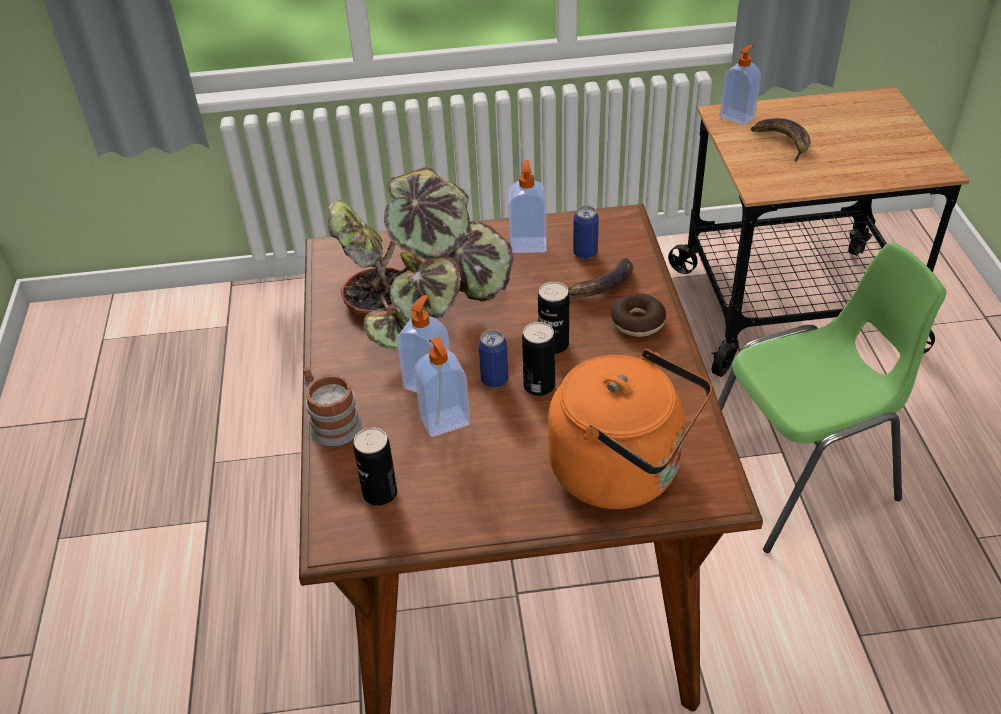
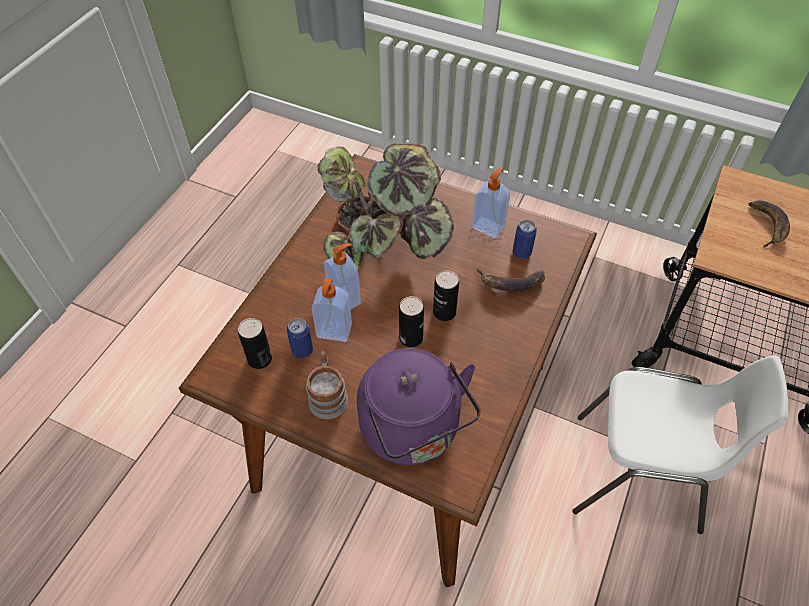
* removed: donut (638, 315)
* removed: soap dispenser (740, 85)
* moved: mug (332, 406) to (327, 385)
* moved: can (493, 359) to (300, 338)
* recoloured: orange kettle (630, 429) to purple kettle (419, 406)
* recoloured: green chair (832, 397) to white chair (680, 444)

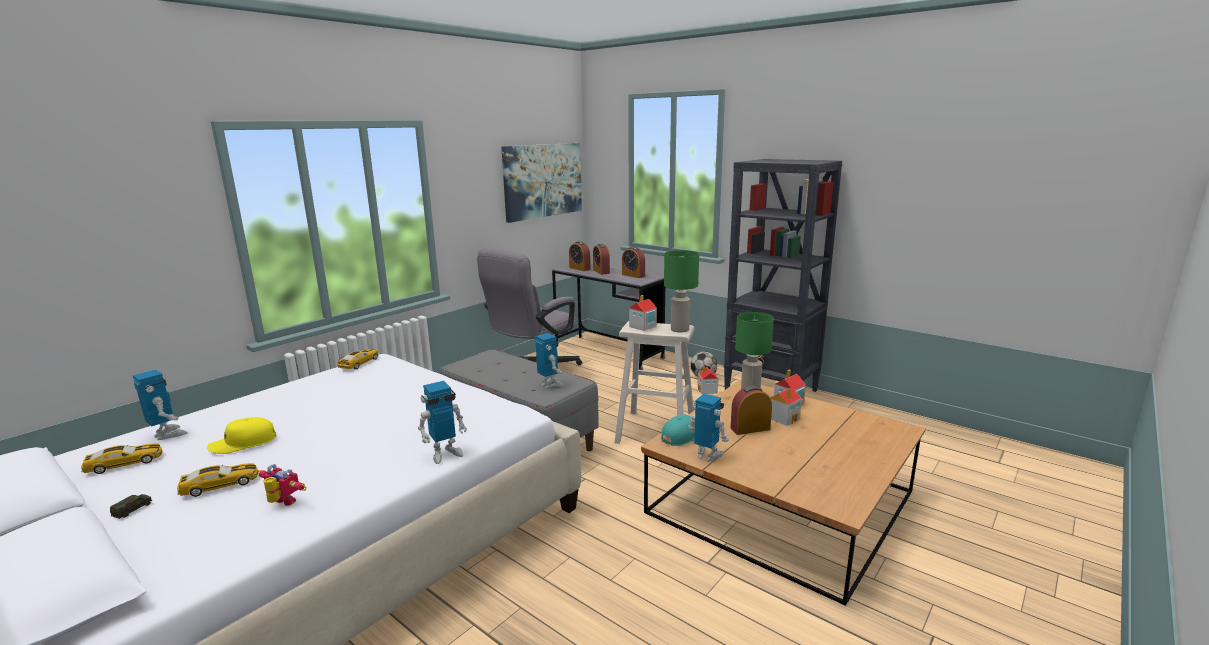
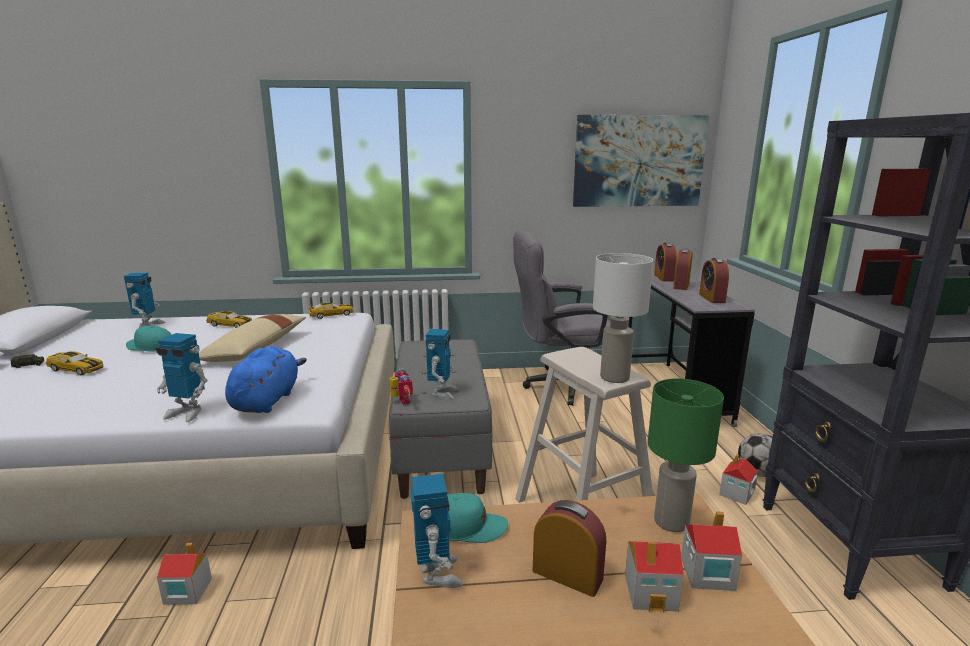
* added: beige pillow (252, 338)
* added: blue plush toy (266, 379)
* moved: toy car (122, 458) to (229, 319)
* moved: toy robot (281, 485) to (401, 386)
* moved: toy house (643, 313) to (184, 574)
* recoloured: yellow cap (241, 435) to turquoise cap (149, 339)
* recoloured: green table lamp (681, 291) to white table lamp (623, 318)

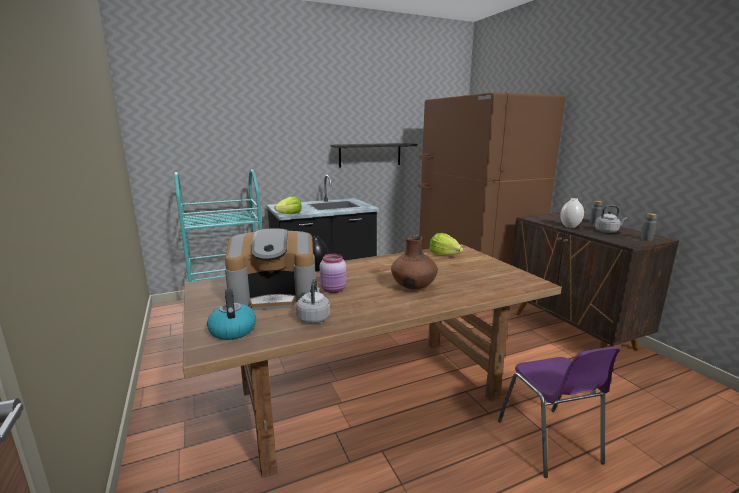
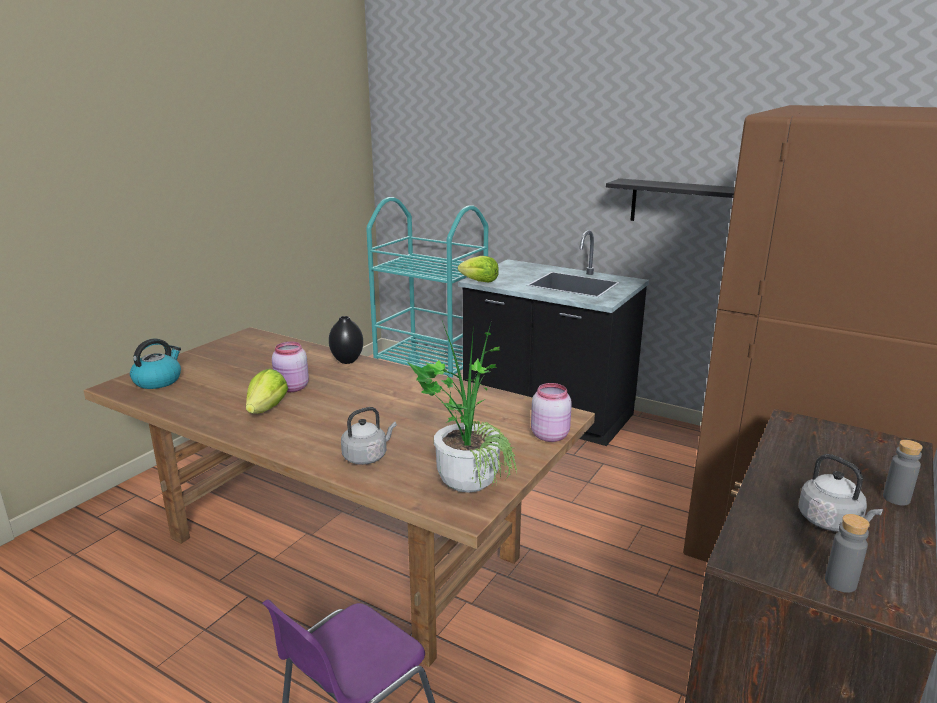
* removed: coffee machine (270, 269)
* removed: brown vase (414, 262)
* removed: white vase (572, 213)
* added: potted plant (462, 407)
* added: pink jar (551, 412)
* moved: grey kettle (313, 300) to (369, 436)
* moved: lettuce (446, 244) to (267, 391)

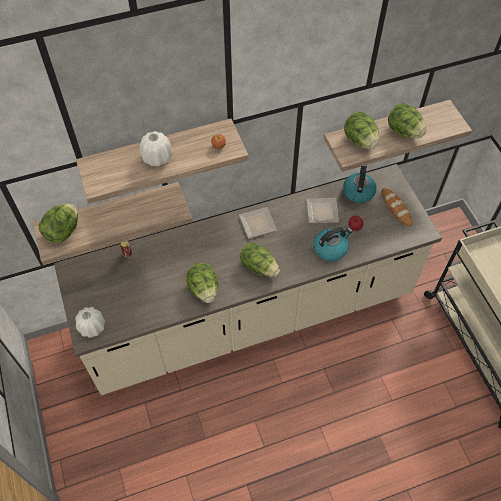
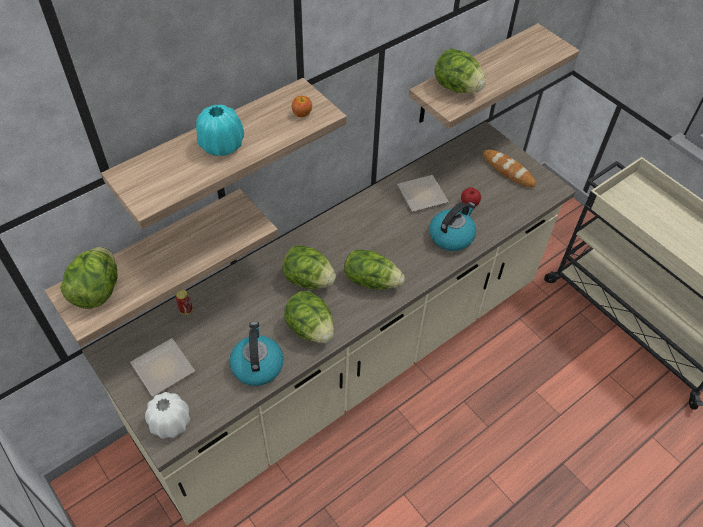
* moved: plate (258, 222) to (162, 367)
* moved: kettle (360, 184) to (256, 353)
* moved: lettuce (407, 120) to (309, 267)
* recoloured: white vase (155, 148) to turquoise vase (220, 130)

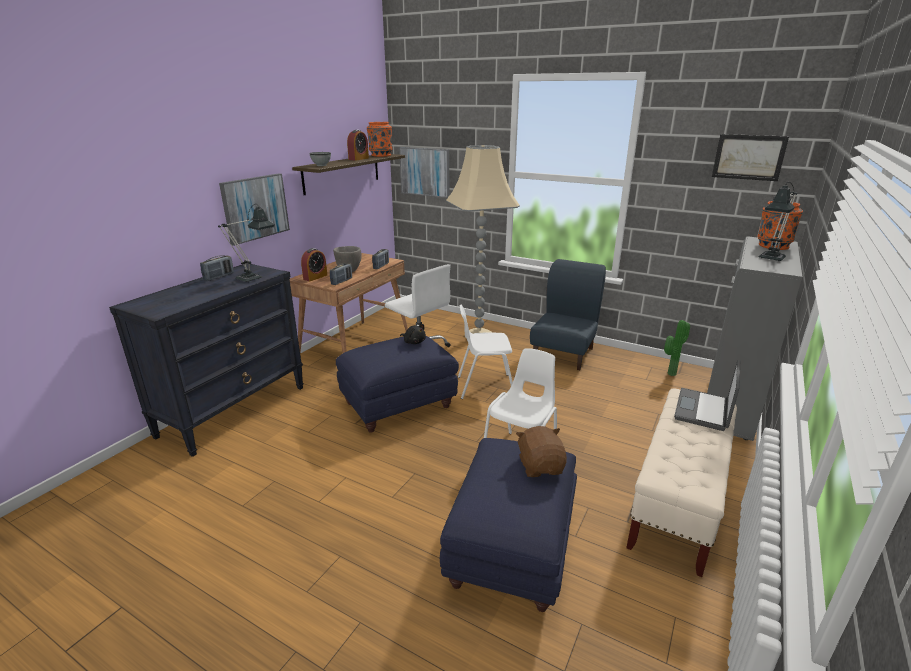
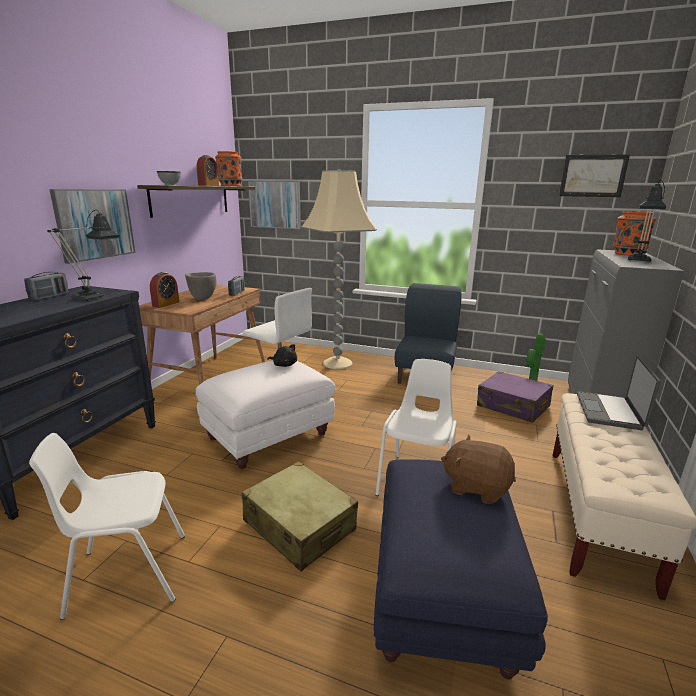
* removed: radio (341, 274)
* added: beige suitcase (300, 516)
* added: purple suitcase (515, 397)
* moved: white chair (485, 352) to (107, 526)
* recoloured: blue ottoman (397, 384) to white ottoman (265, 414)
* turned: brown plush toy (541, 451) = (478, 469) 45 degrees counterclockwise

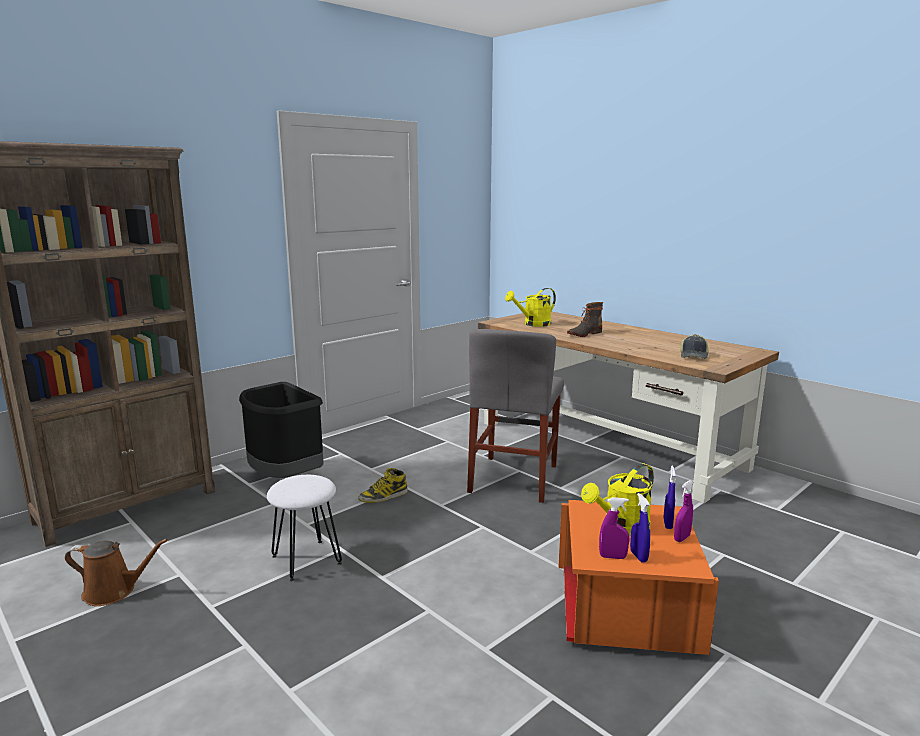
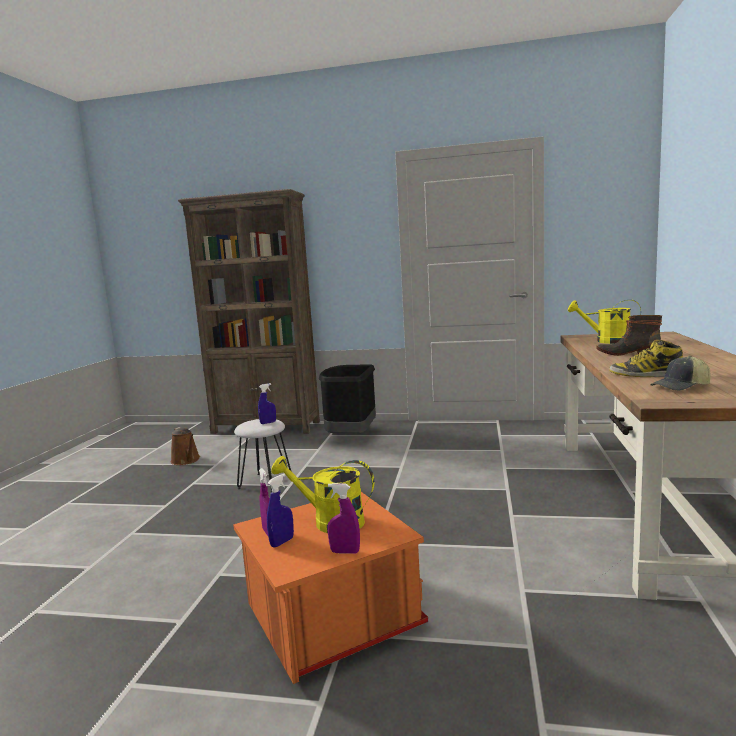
* removed: grey chair (515, 416)
* moved: boot (383, 485) to (646, 358)
* moved: blue spray bottle (669, 497) to (267, 403)

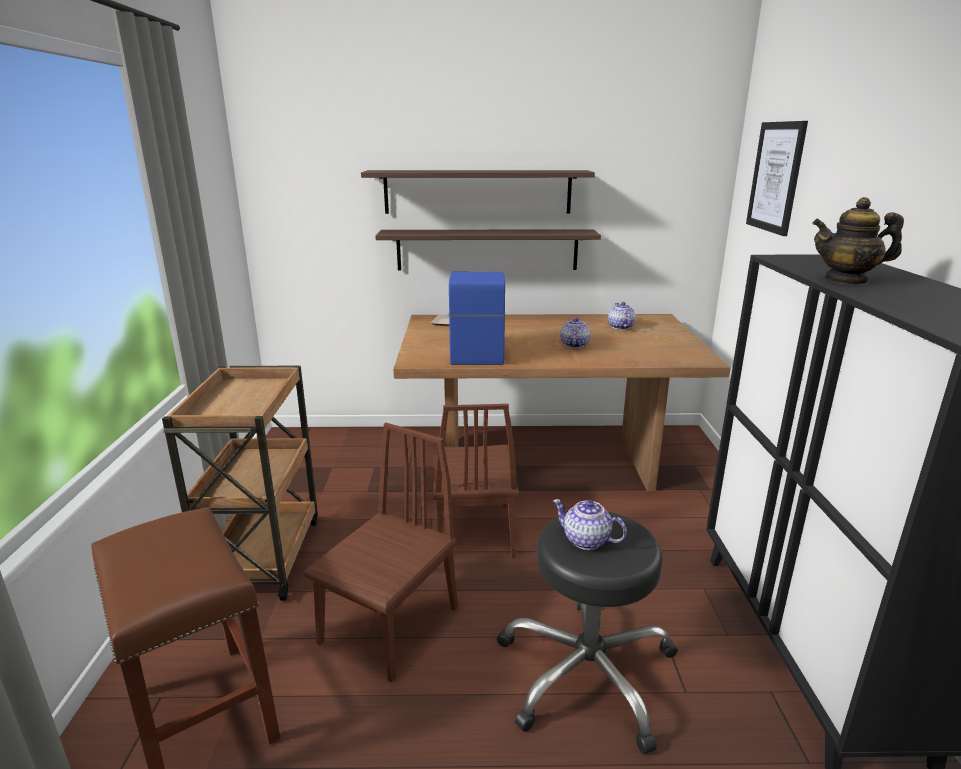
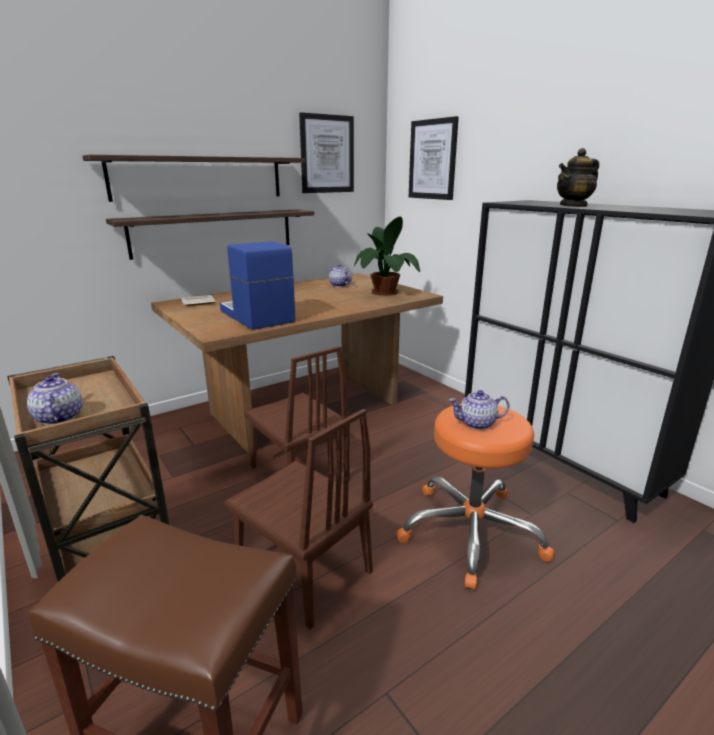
* added: picture (326, 152)
* added: potted plant (387, 256)
* moved: teapot (575, 332) to (54, 399)
* recoloured: black stool (587, 633) to orange stool (475, 497)
* turned: brown chair (381, 552) = (299, 519) 135 degrees clockwise

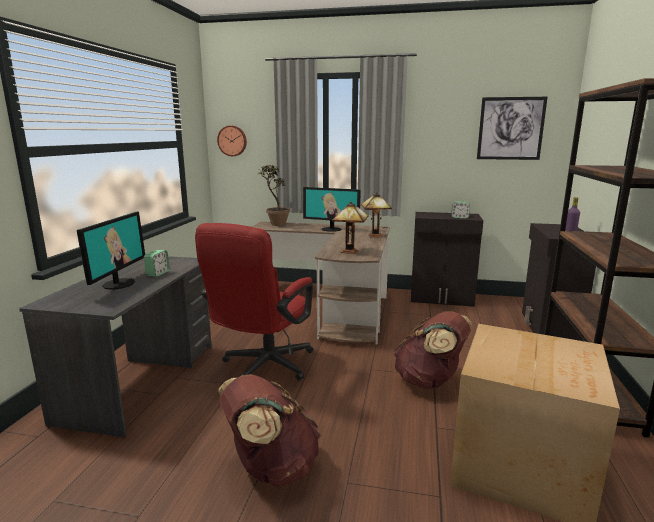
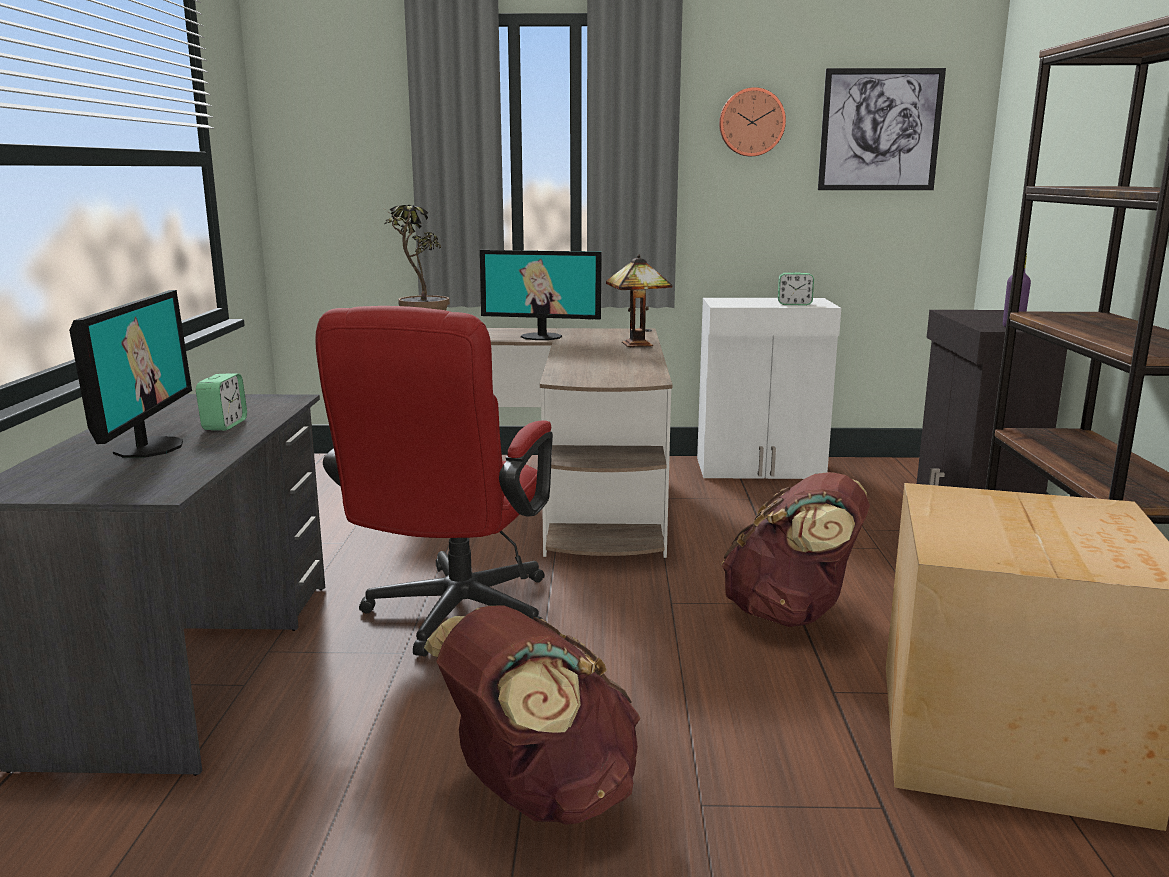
* removed: table lamp (350, 228)
* moved: wall clock (232, 141) to (752, 121)
* recoloured: black cabinet (447, 259) to white cabinet (769, 388)

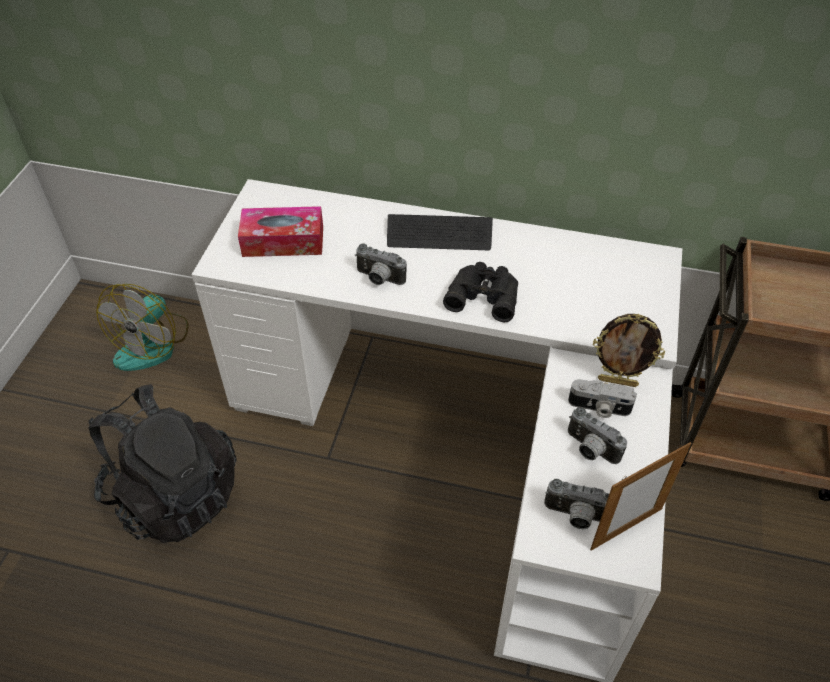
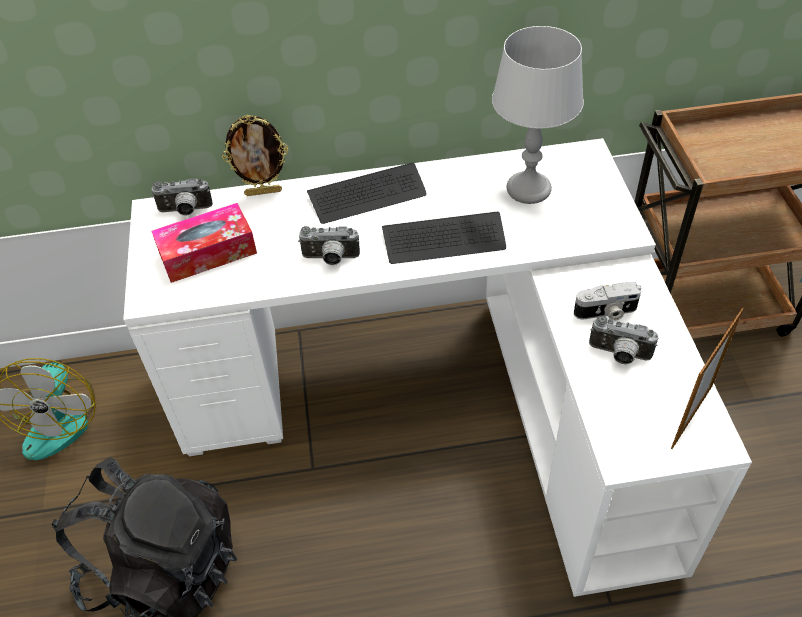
* added: grey table lamp (538, 115)
* moved: photo camera (576, 504) to (182, 197)
* moved: picture frame (629, 350) to (255, 155)
* replaced: black binoculars (480, 292) to keyboard (444, 238)

